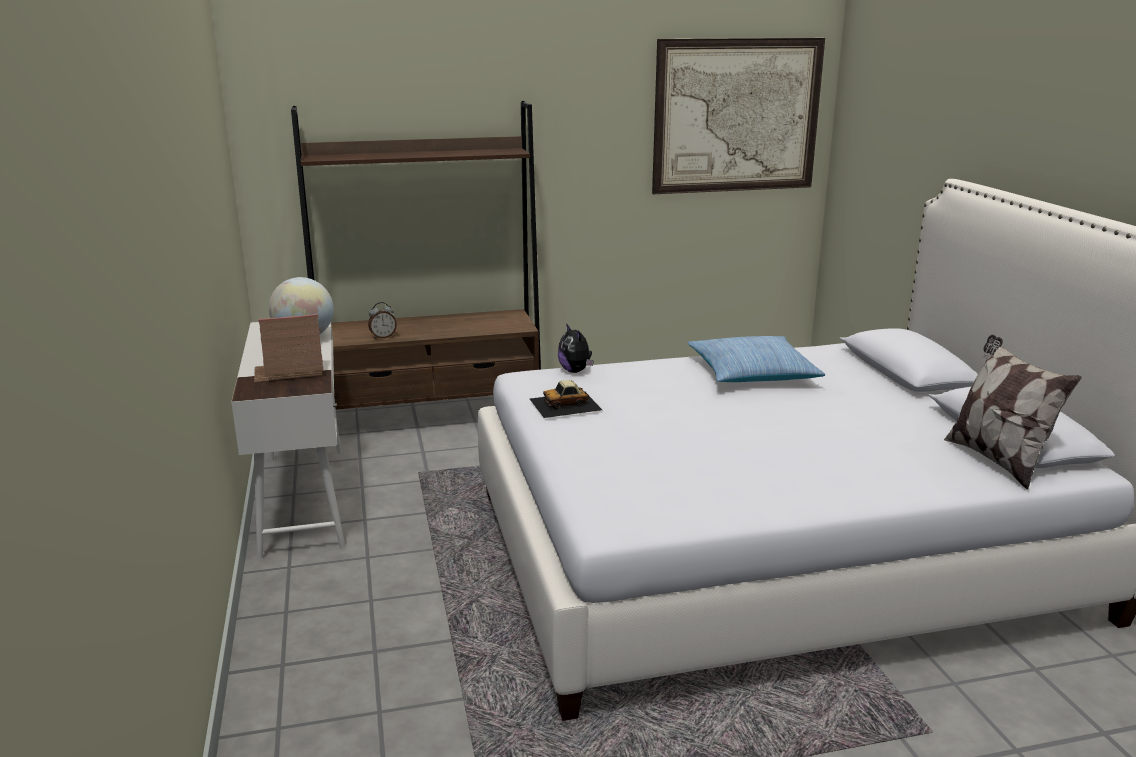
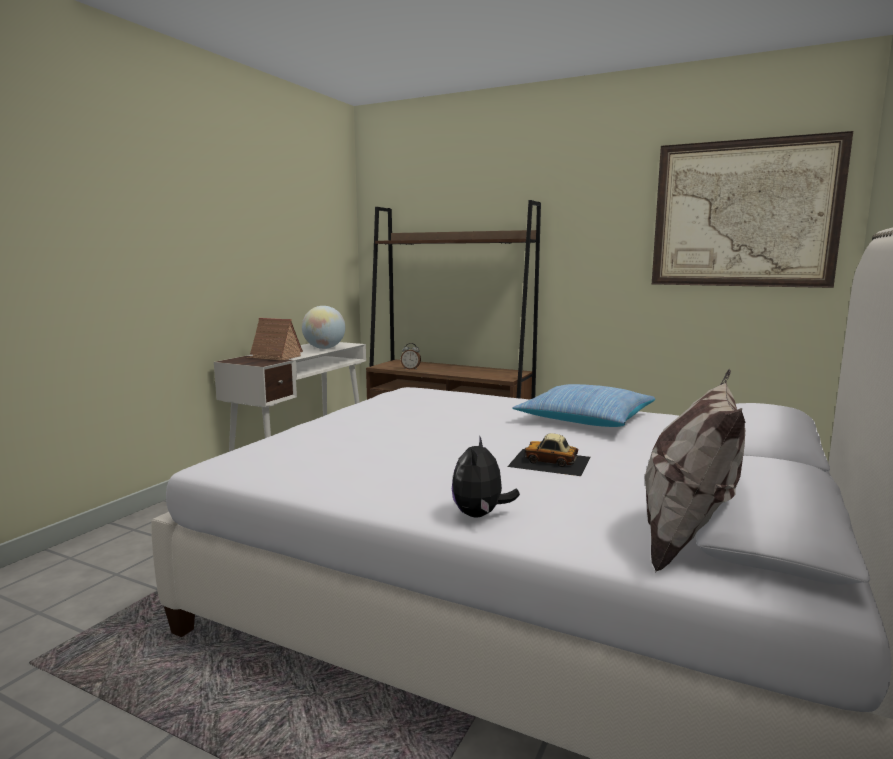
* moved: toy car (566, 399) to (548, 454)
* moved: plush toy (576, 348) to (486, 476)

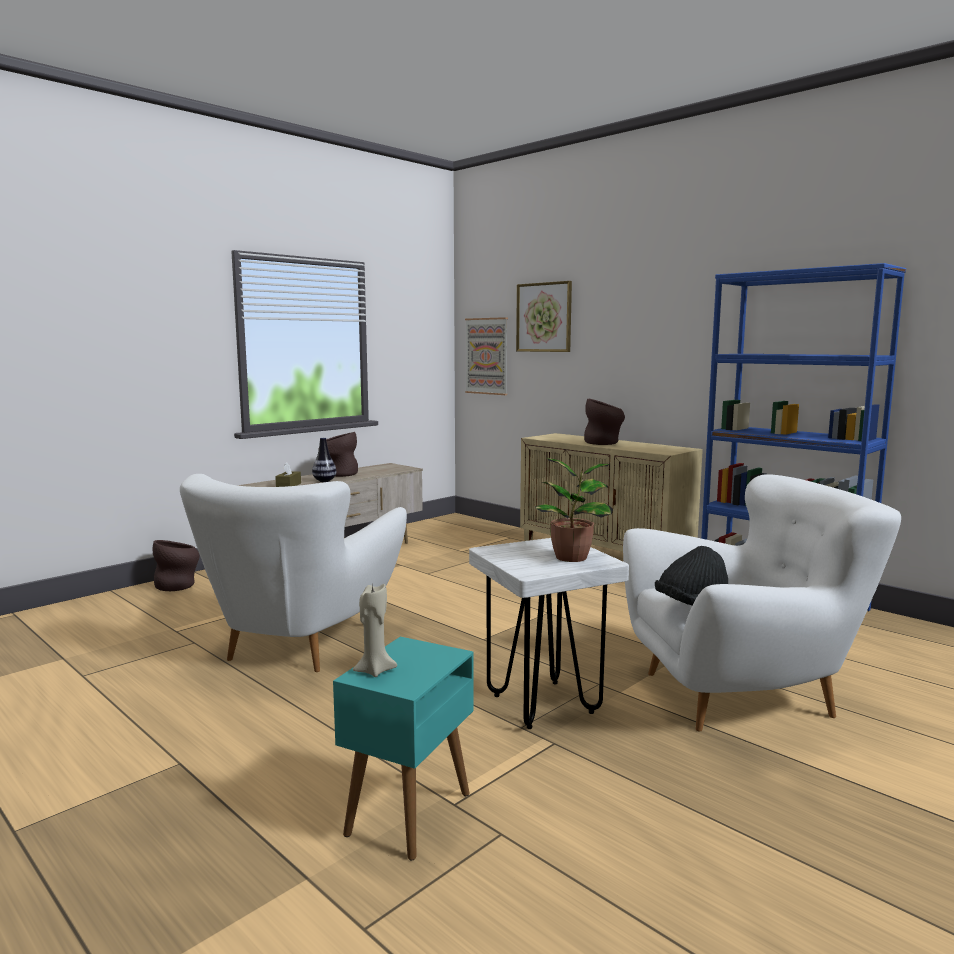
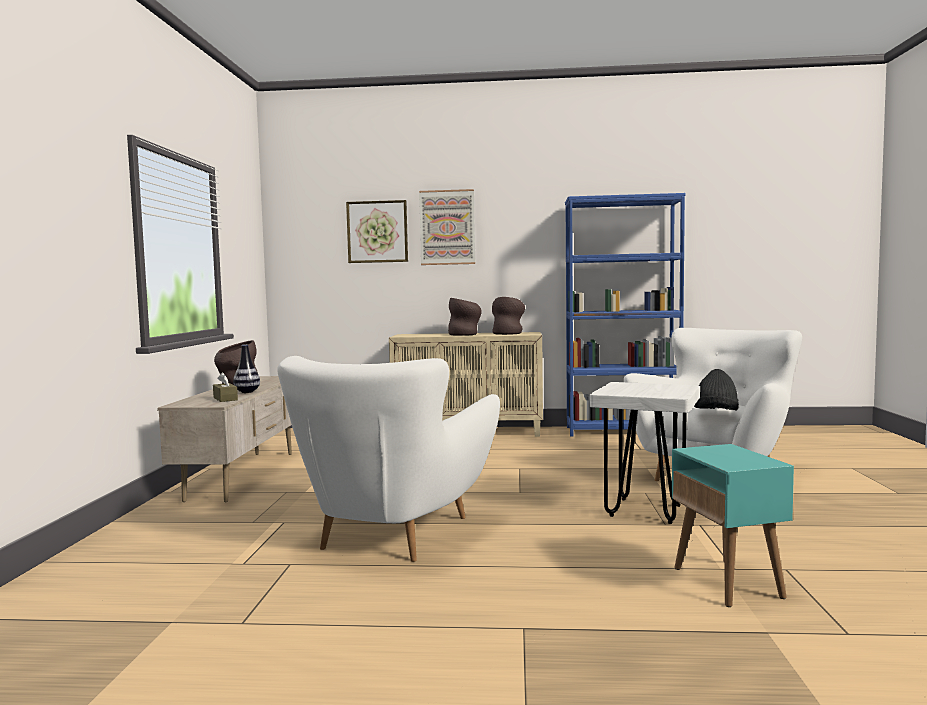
* removed: beige candle (375, 630)
* removed: potted plant (574, 510)
* moved: brown vase (176, 565) to (508, 316)
* moved: picture (486, 356) to (447, 227)
* turned: white armchair (293, 573) = (388, 459) 45 degrees clockwise

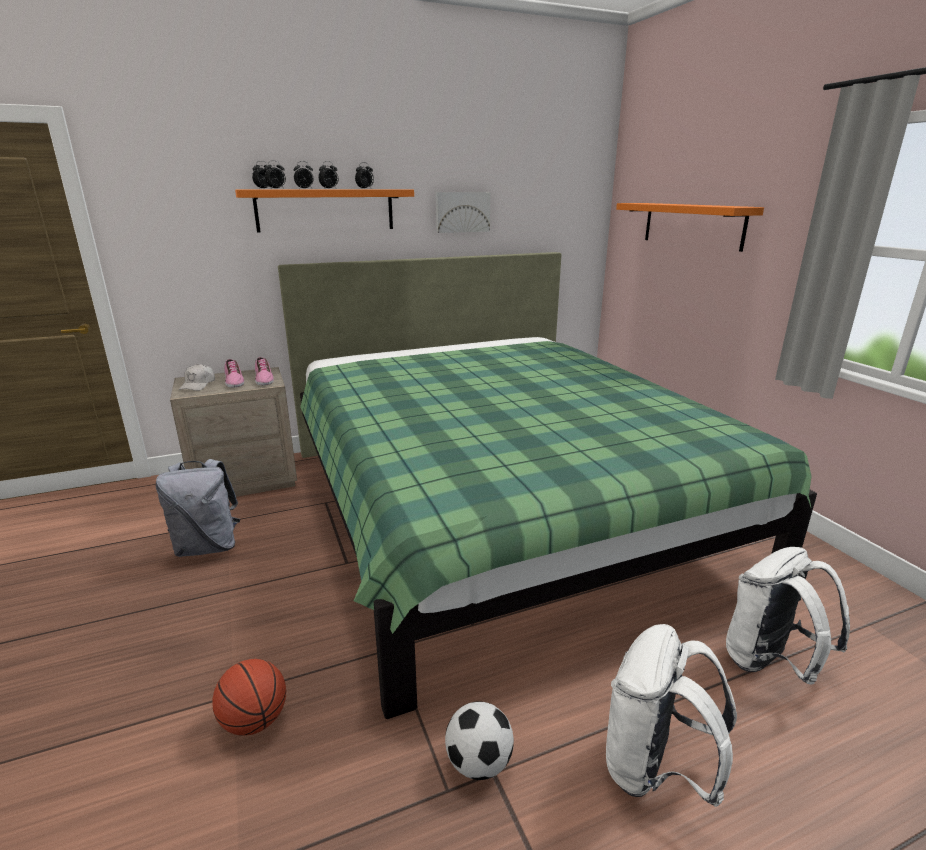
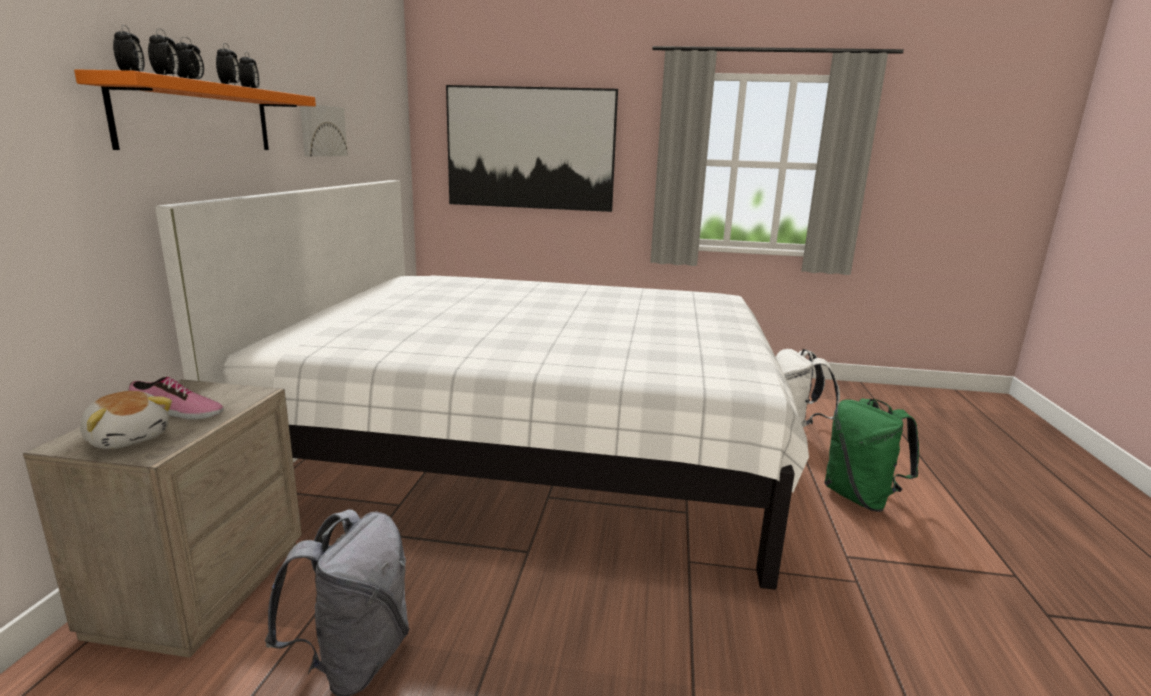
* removed: basketball (249, 697)
* removed: shoe (264, 371)
* removed: football (479, 740)
* replaced: white cap (197, 377) to plush toy (126, 420)
* replaced: orange shelf (690, 227) to picture (532, 148)
* recoloured: green bed (547, 485) to white bed (482, 385)
* recoloured: white backpack (671, 715) to green backpack (871, 455)

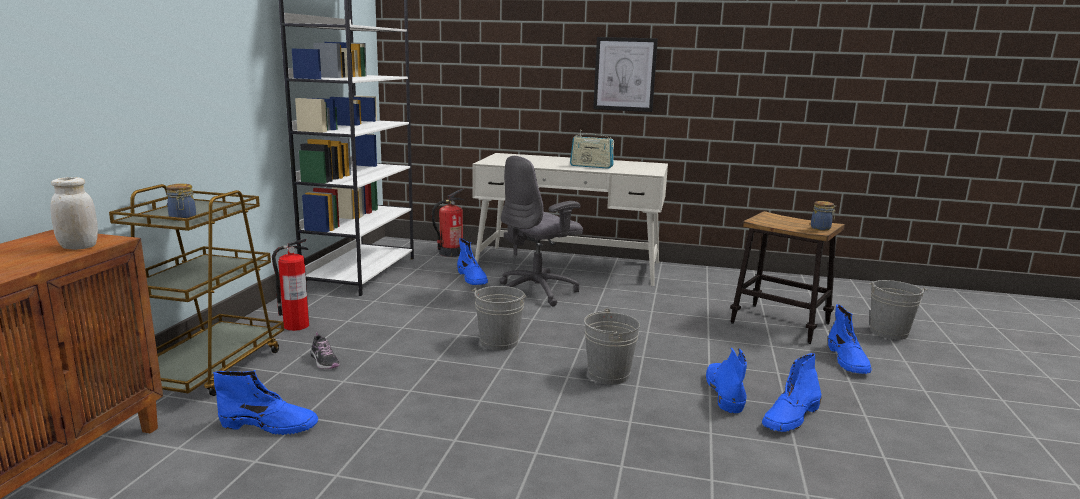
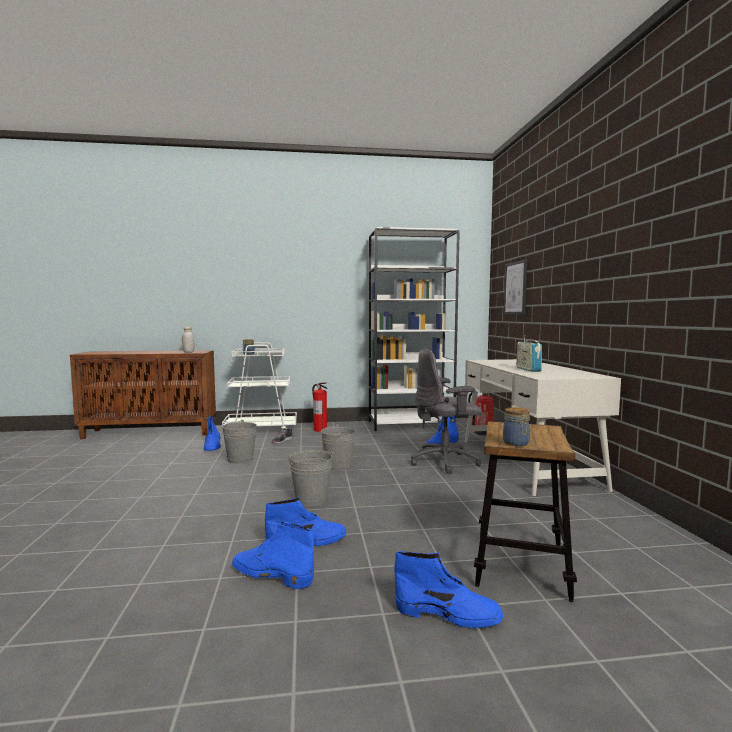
* moved: picture (625, 74) to (515, 287)
* moved: grey bucket (898, 310) to (239, 442)
* recoloured: brown cart (196, 290) to white cart (259, 386)
* turned: grey office chair (541, 231) = (446, 411) 45 degrees counterclockwise
* turned: blue boot (850, 339) = (448, 589) 150 degrees counterclockwise

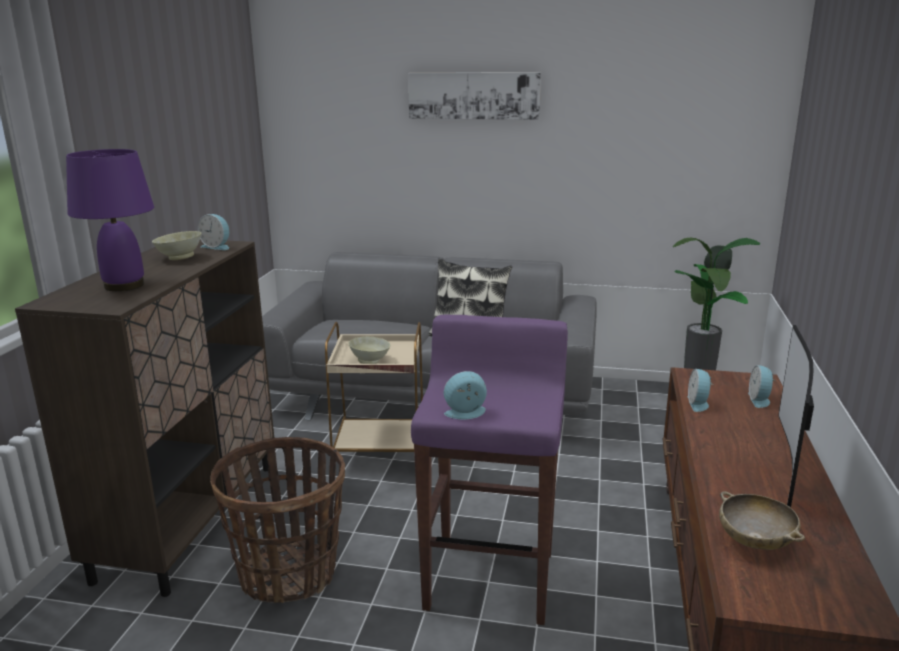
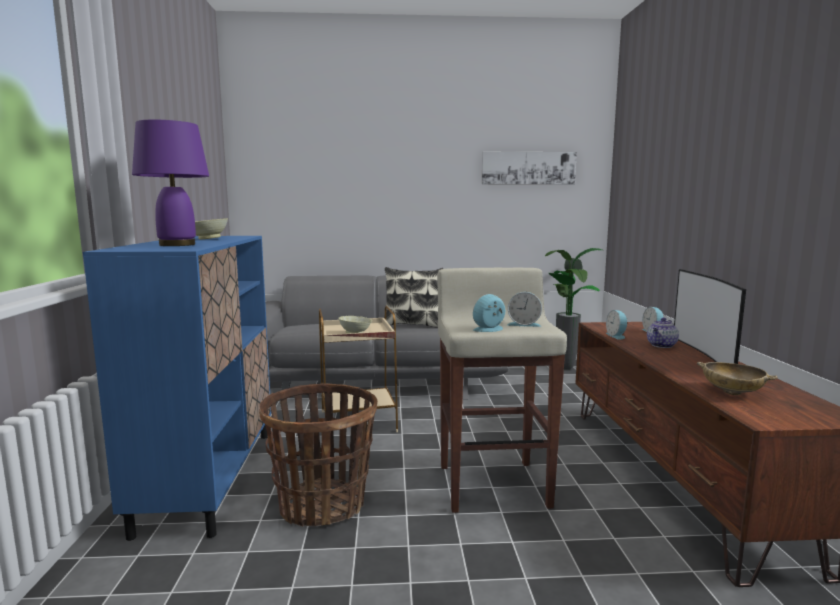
* added: teapot (663, 333)
* moved: alarm clock (213, 232) to (524, 309)
* moved: picture (474, 96) to (529, 168)
* recoloured: brown cabinet (144, 418) to blue cabinet (177, 388)
* recoloured: purple stool (489, 470) to beige stool (502, 390)

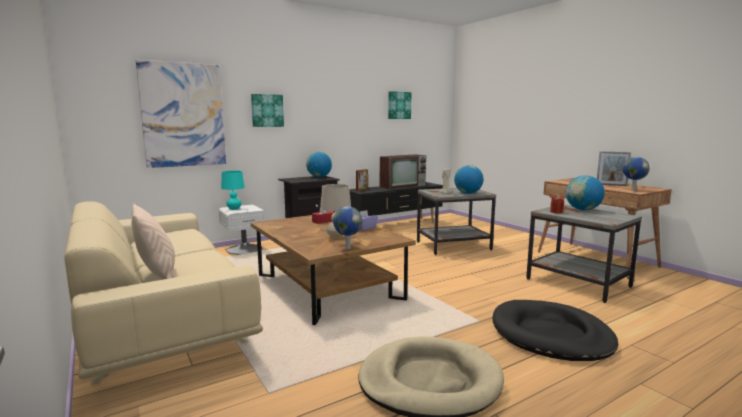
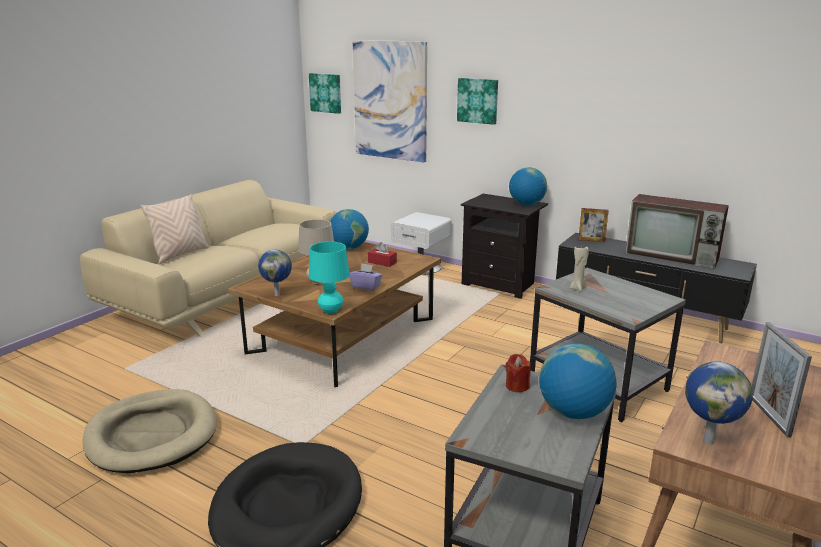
* moved: turquoise table lamp (233, 190) to (329, 277)
* moved: picture (399, 105) to (325, 93)
* moved: globe (468, 179) to (349, 229)

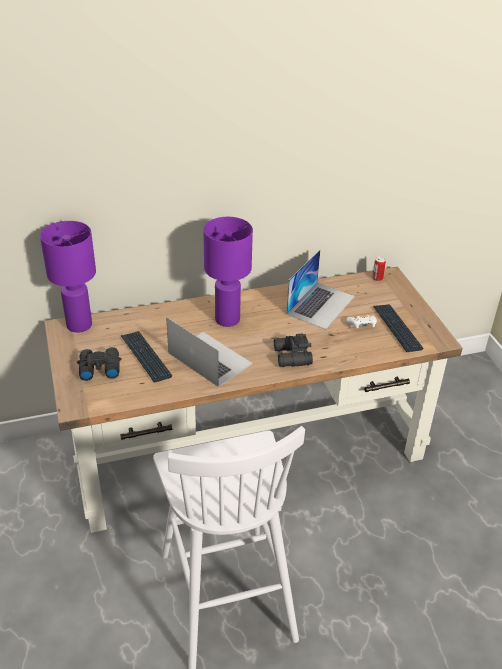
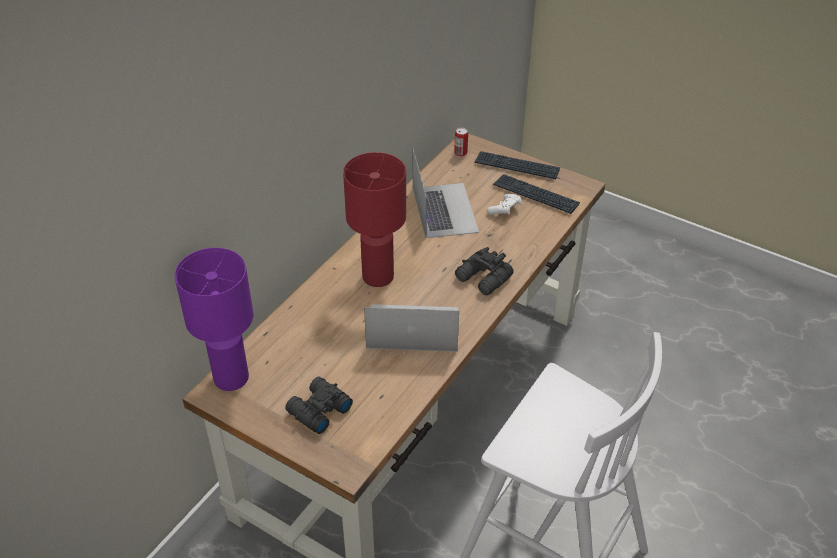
* moved: keyboard (146, 356) to (517, 165)
* recoloured: purple table lamp (228, 272) to red table lamp (374, 219)

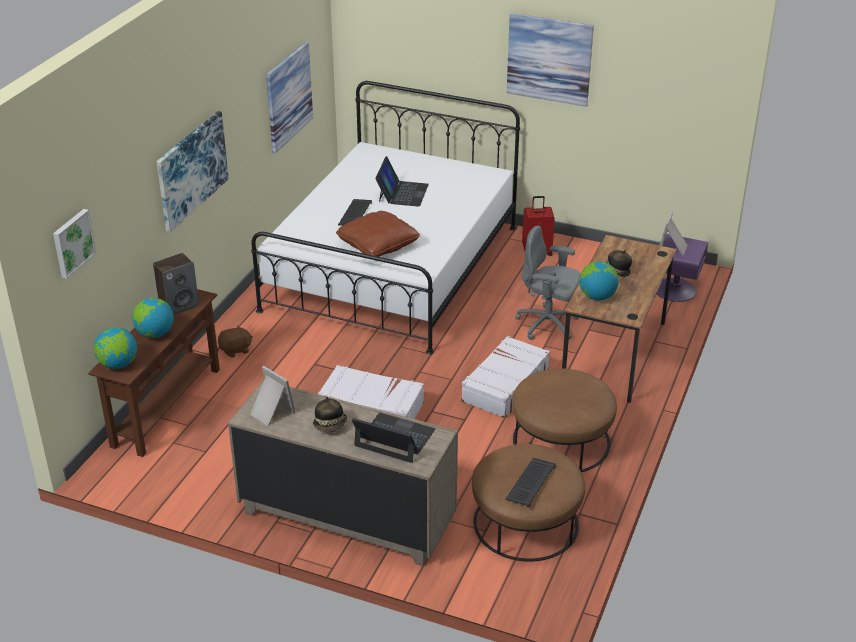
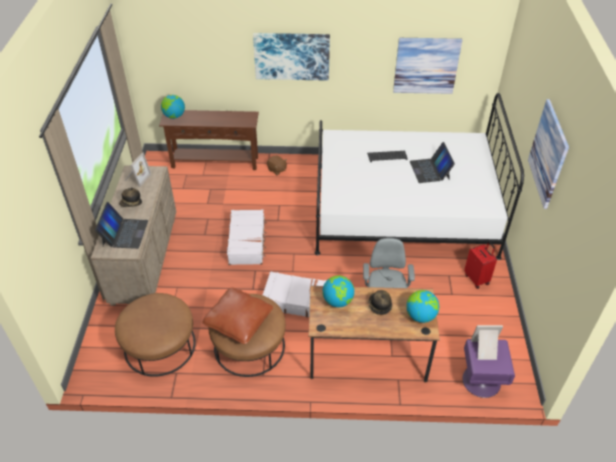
* removed: picture (74, 244)
* removed: speaker (176, 284)
* removed: keyboard (530, 483)
* moved: globe (153, 318) to (422, 306)
* moved: brown pillow (378, 234) to (237, 315)
* turned: laptop (402, 181) = (432, 162) 90 degrees clockwise

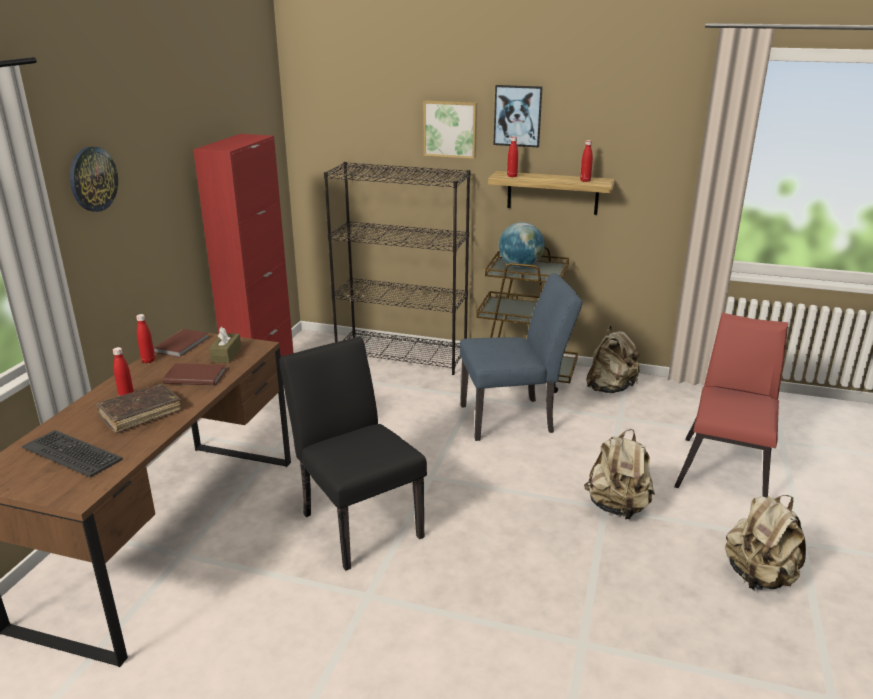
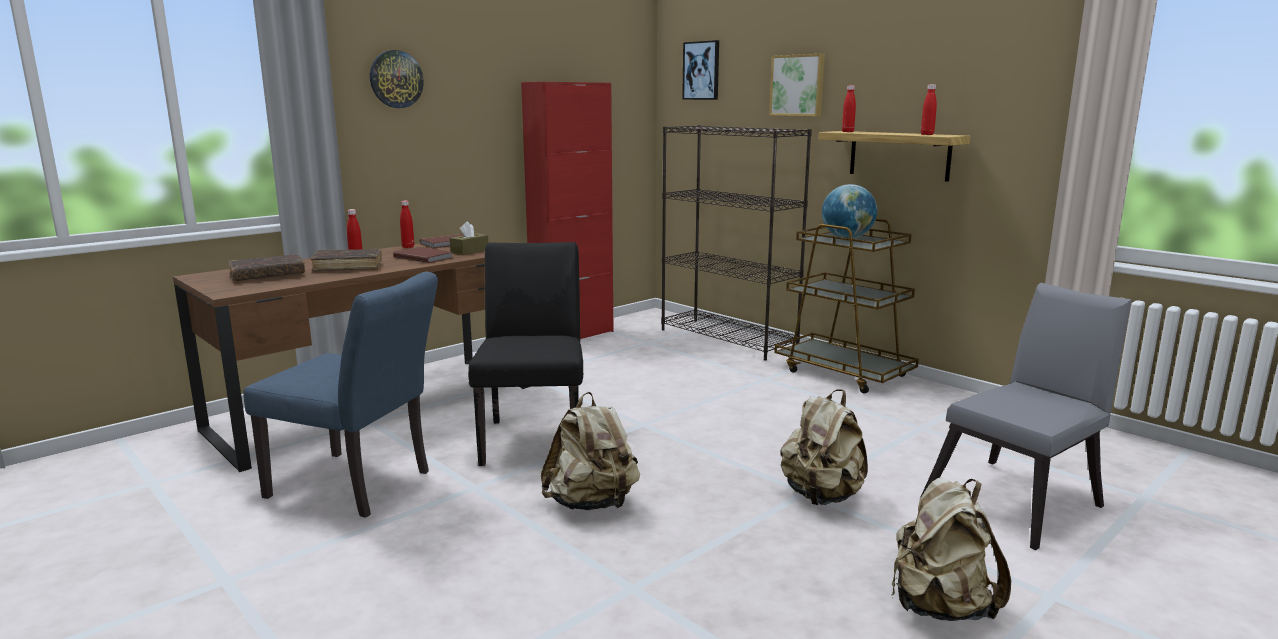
* moved: blue chair (521, 357) to (340, 395)
* moved: picture (518, 116) to (700, 70)
* moved: beige backpack (613, 359) to (590, 451)
* replaced: keyboard (72, 454) to brown book (266, 267)
* recoloured: red chair (731, 405) to grey chair (1026, 416)

